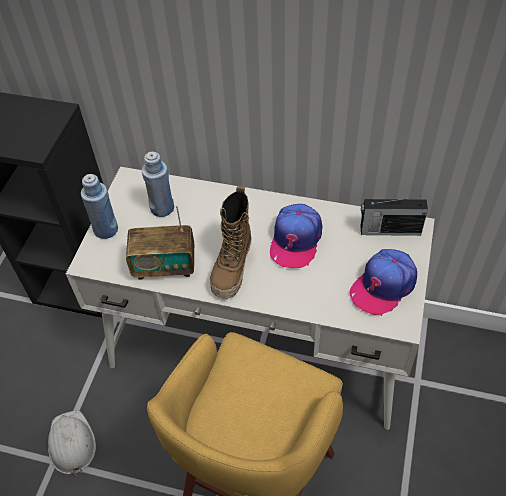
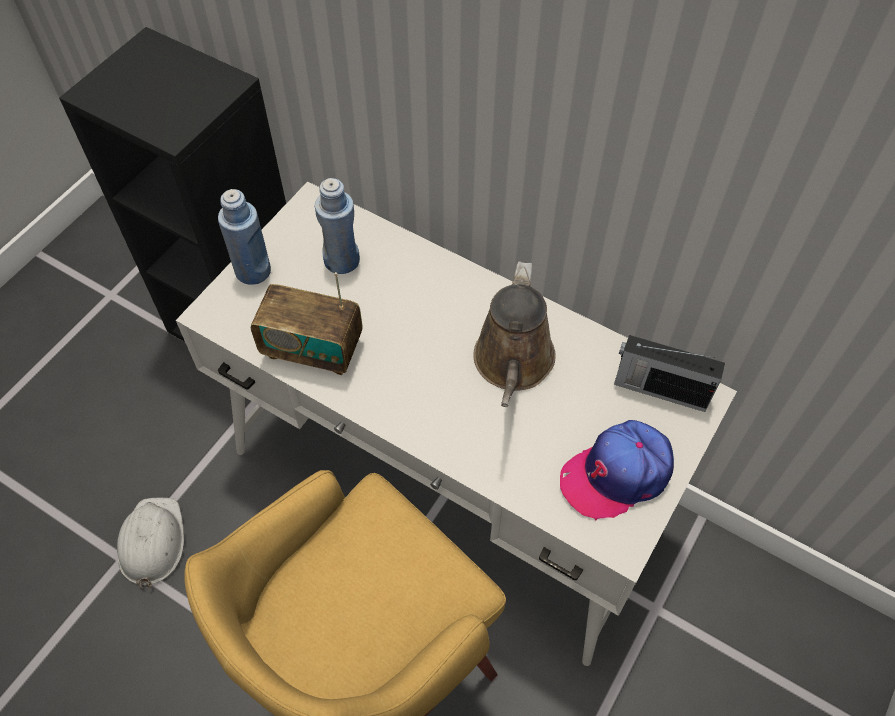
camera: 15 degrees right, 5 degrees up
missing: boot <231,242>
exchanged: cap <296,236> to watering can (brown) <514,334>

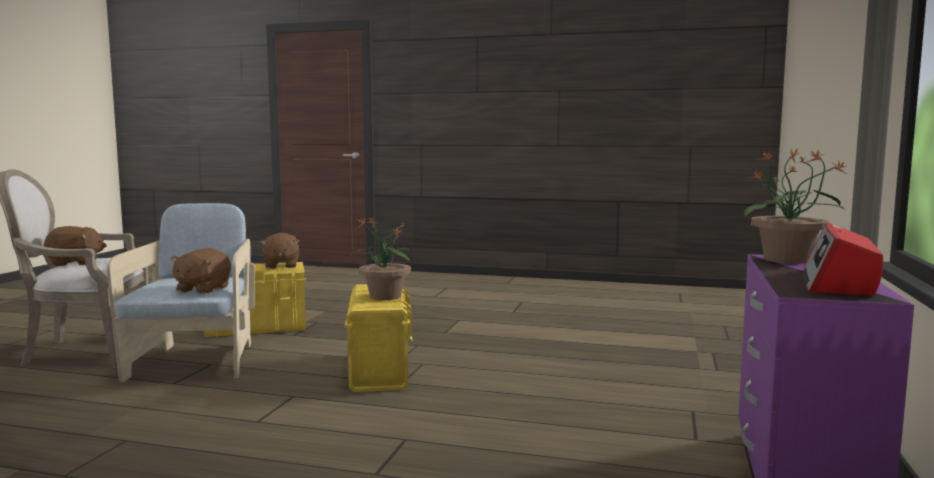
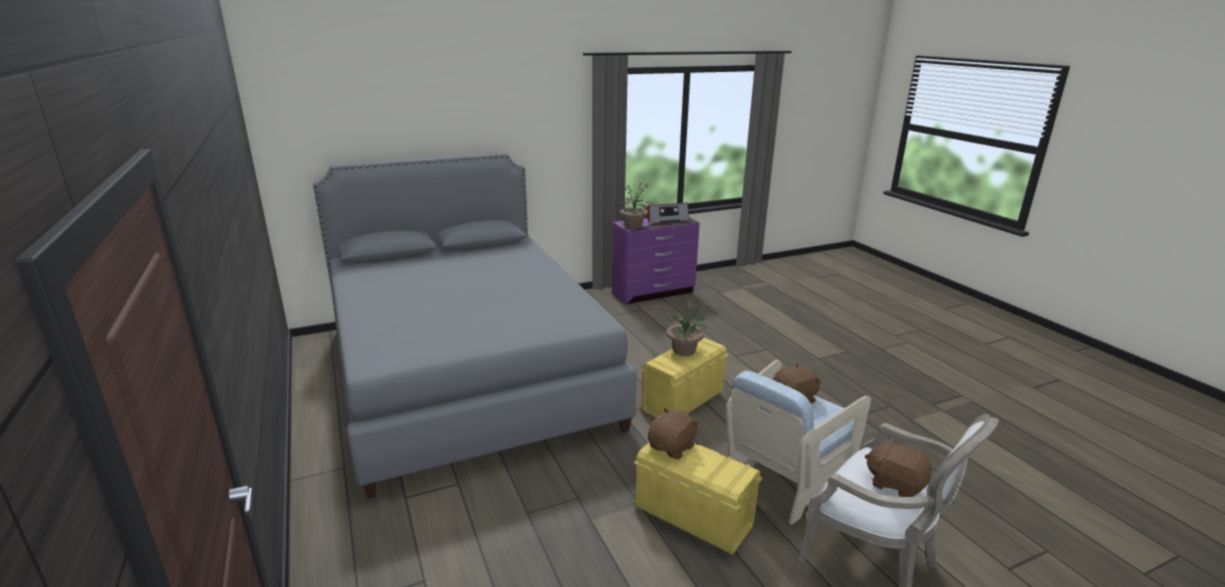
camera: 130 degrees left, 15 degrees up
appeared: bed (grey) <475,325>

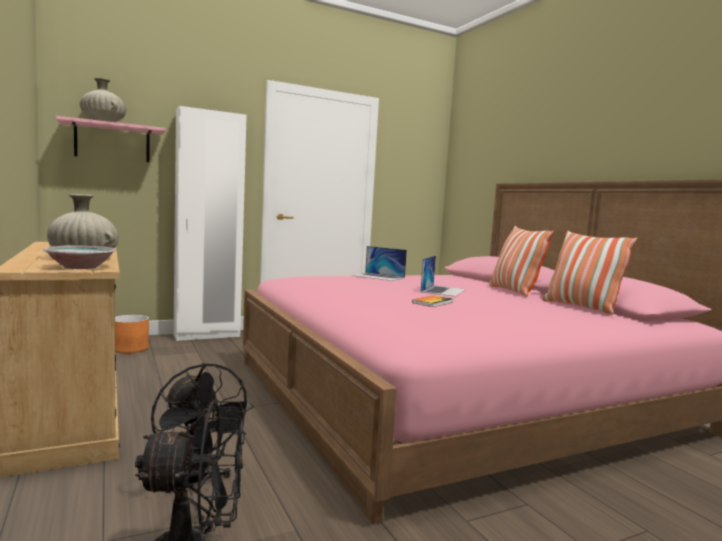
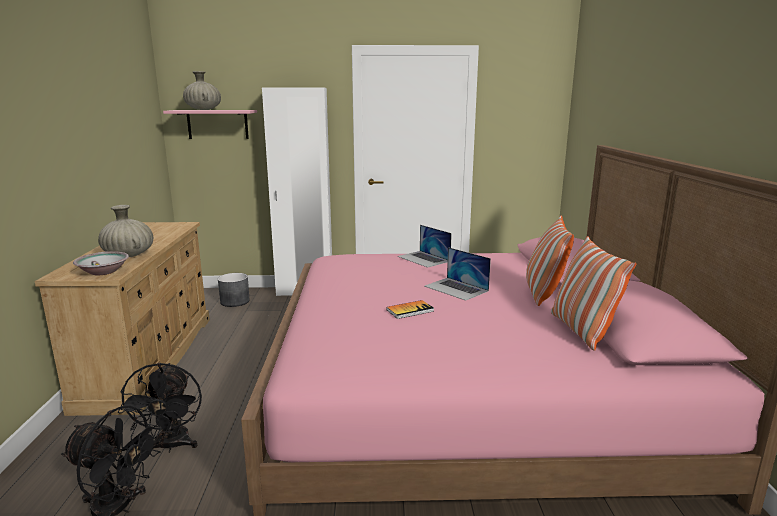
camera: 25 degrees right, 10 degrees up
colour: planter (orange) <132,334> to planter (grey) <234,290>
spun: laptop <443,276> = <457,274> 90 degrees clockwise

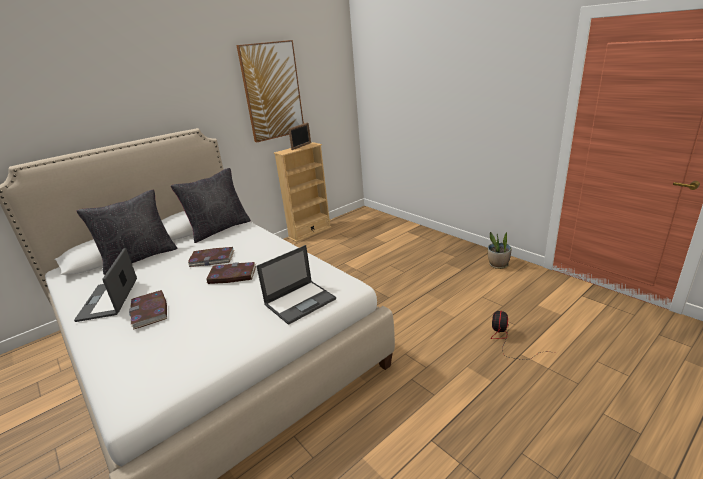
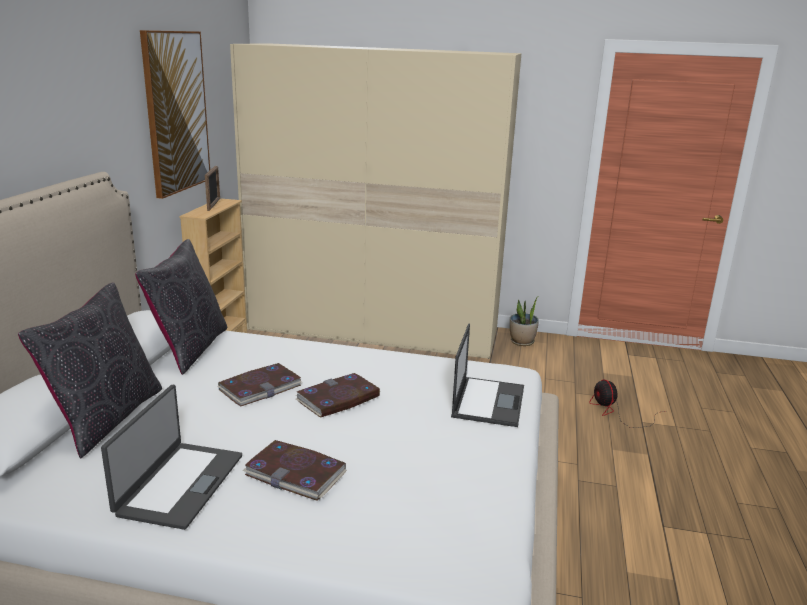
camera: 40 degrees left, 5 degrees down
appeared: wardrobe (beige) <376,201>
spun: laptop <105,285> = <171,457> 120 degrees counterclockwise

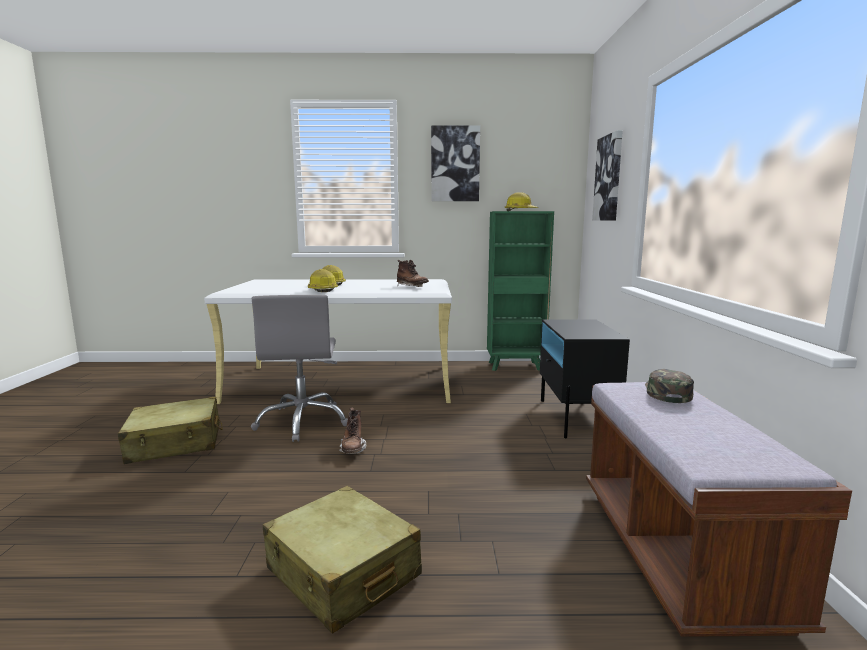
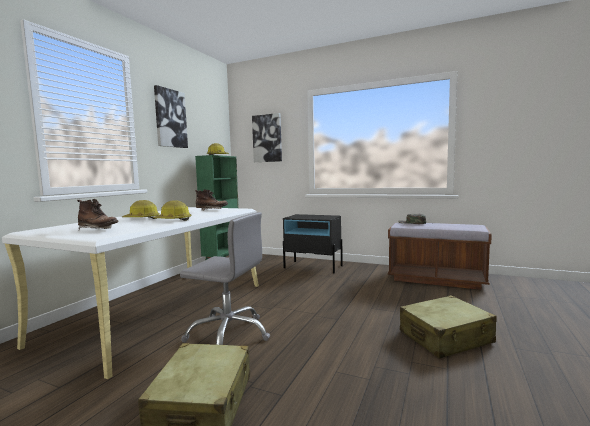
camera: 65 degrees left, 5 degrees down
relocated: boot (brown) <352,430> to <98,215>

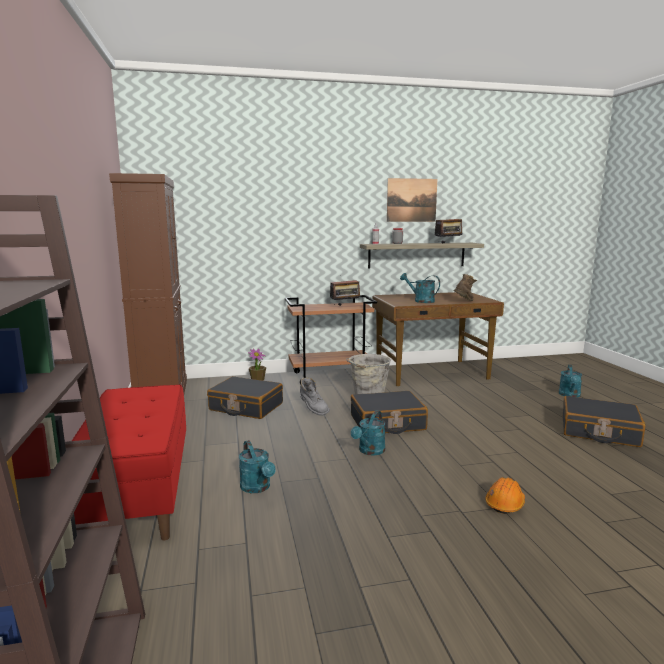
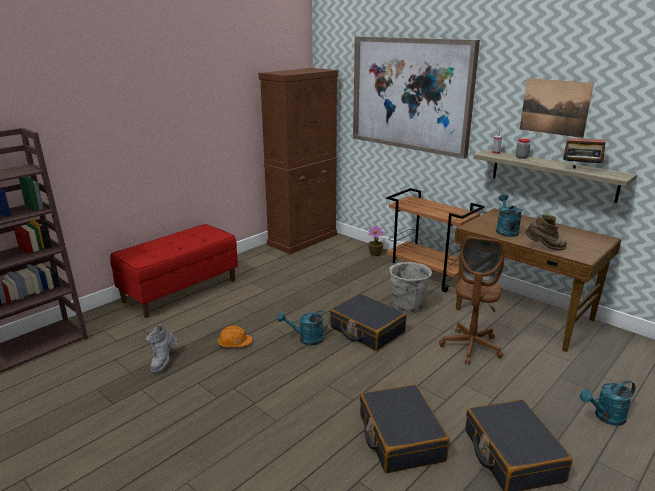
camera: 55 degrees right, 10 degrees up
missing: radio <346,293>; watering can (turquoise) <257,466>
appeared: picture <416,98>; office chair (brown) <471,300>
relocated: suitcase (black) <245,397> to <405,429>; boot (grey) <315,396> to <162,348>; hard hat (orange) <505,495> to <235,336>

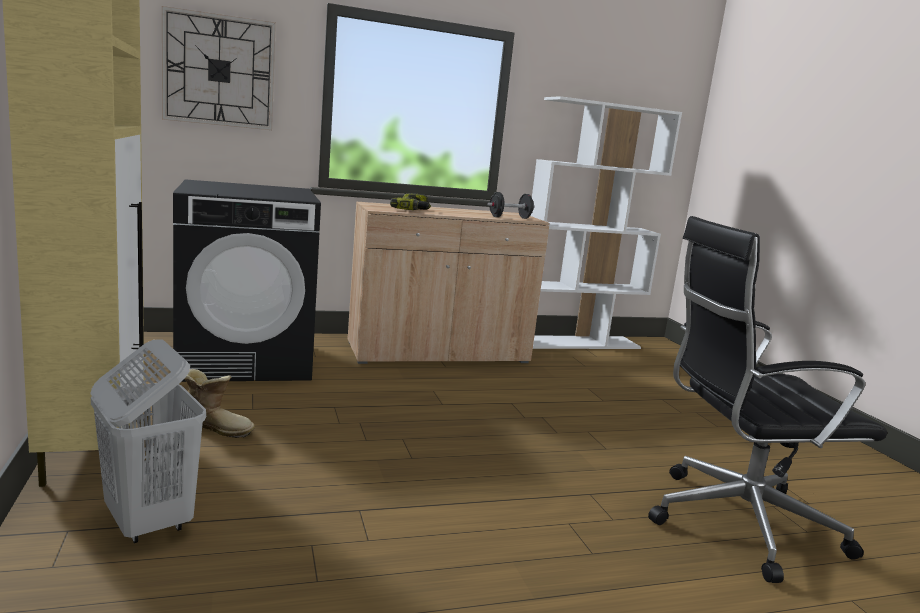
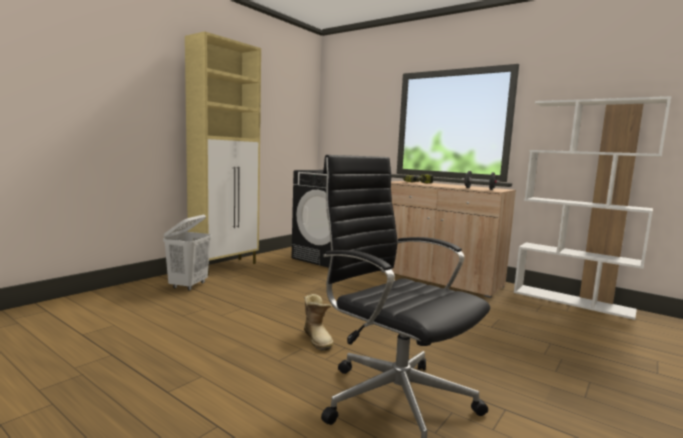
camera: 55 degrees right, 5 degrees down
missing: wall clock <219,68>
relocated: boot <219,403> to <319,322>

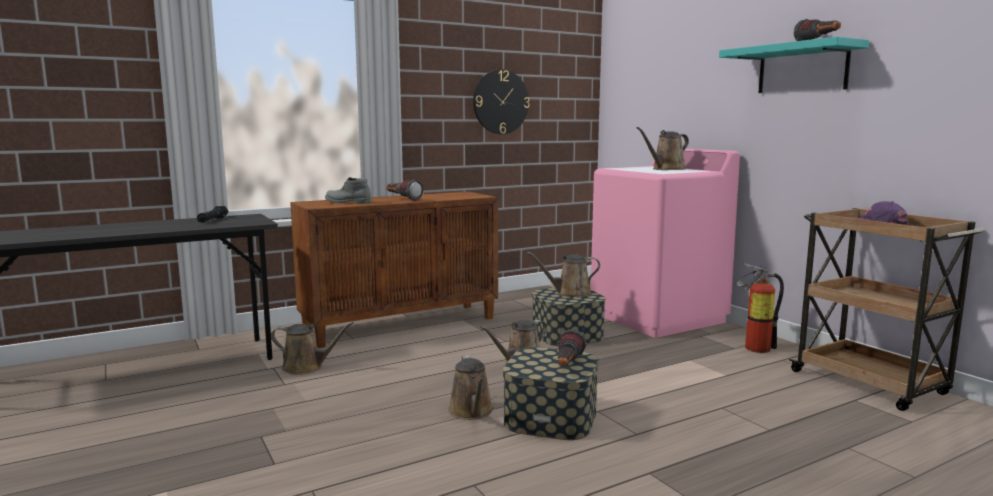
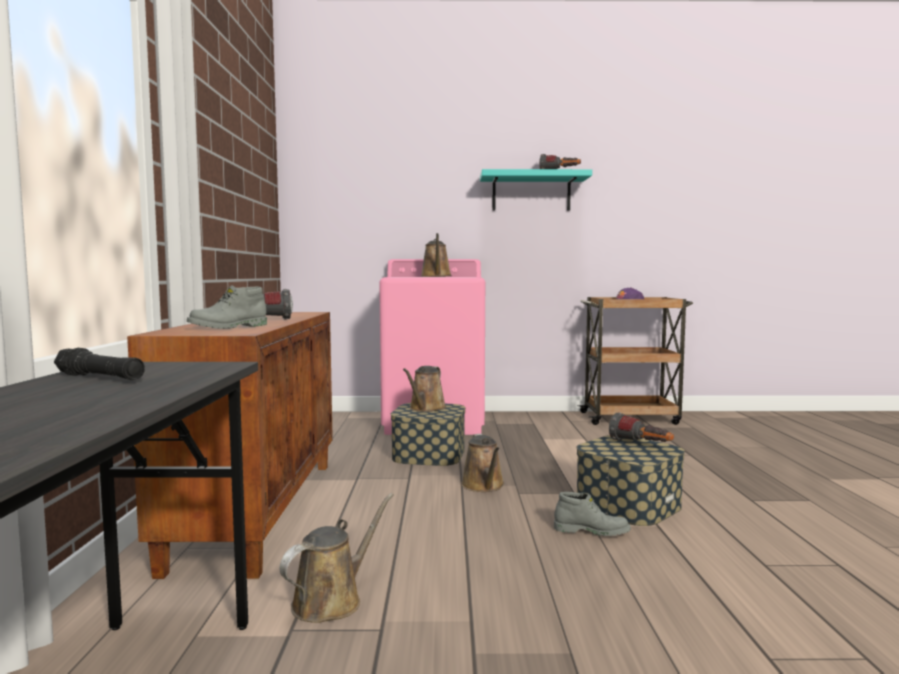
camera: 60 degrees left, 5 degrees down
missing: wall clock <501,101>; fire extinguisher <760,308>
exchanged: watering can (brown) <471,387> to boot (grey) <592,514>

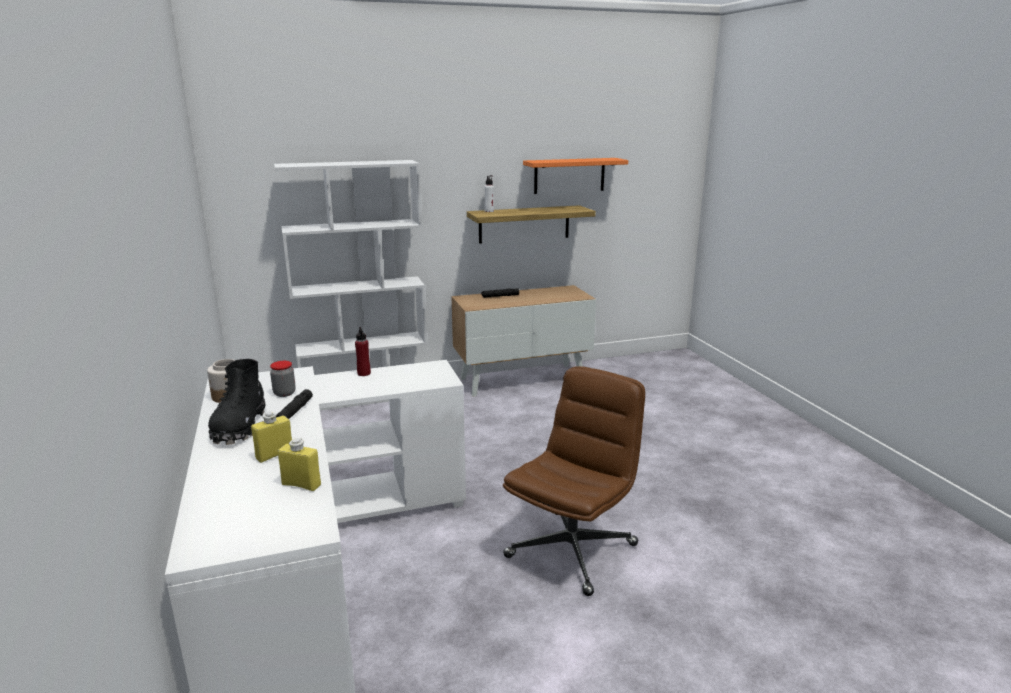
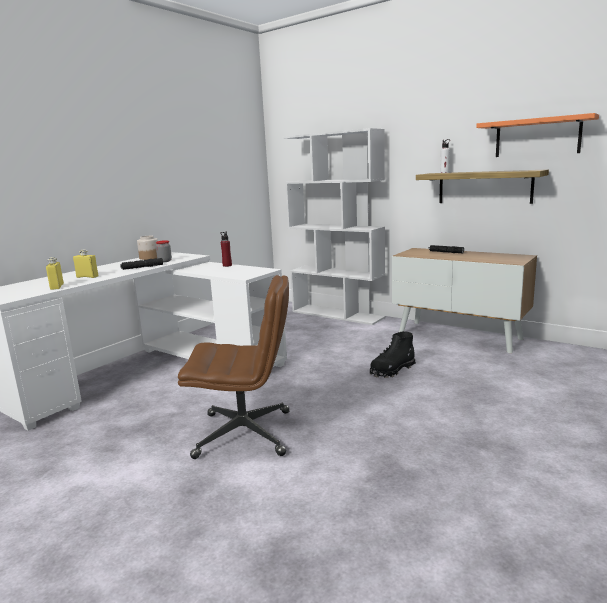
camera: 55 degrees right, 5 degrees down
relocated: boot (black) <236,402> to <393,354>

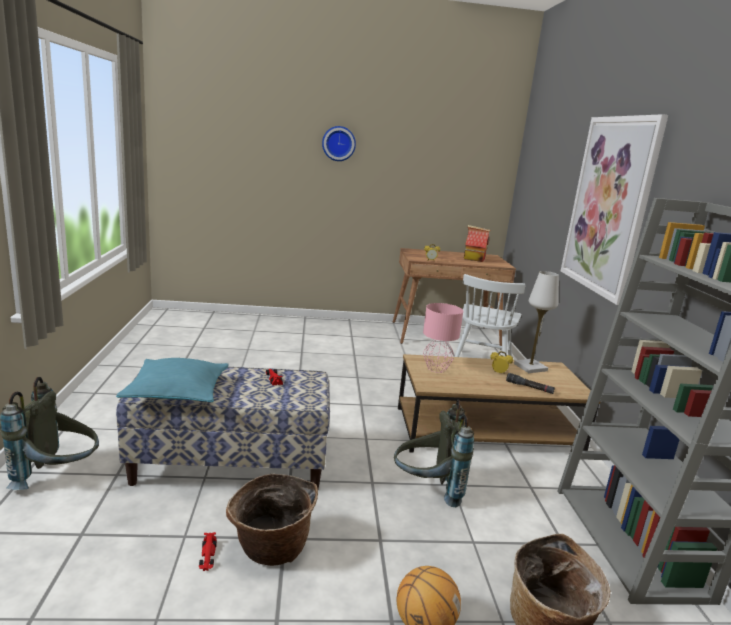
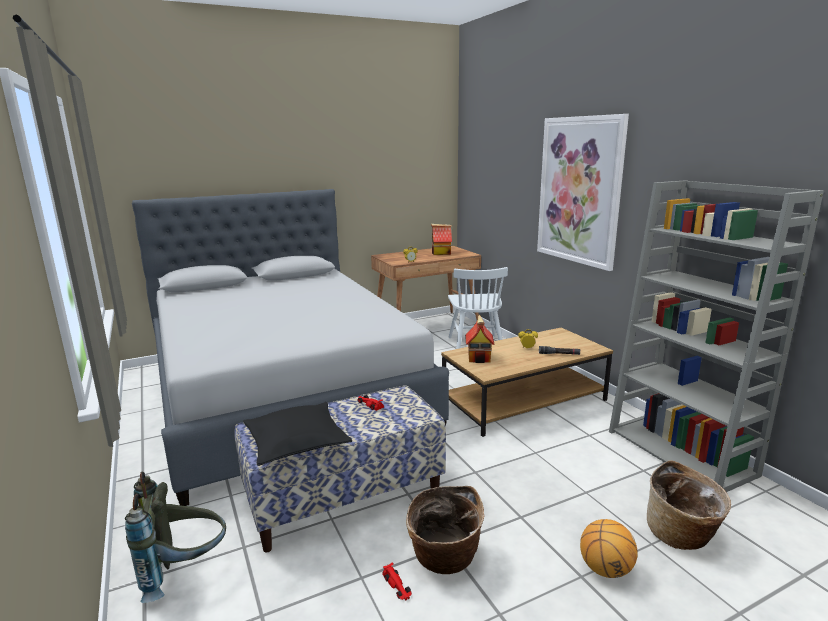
camera: 20 degrees left, 0 degrees up
missing: wall clock <339,143>; table lamp (white) <536,322>; backpack (grey) <434,453>
appeared: bed (grey) <290,347>
exchanged: table lamp (pink) <443,338> to toy house <480,339>
colour: pillow (turquoise) <172,380> to pillow (black) <297,434>

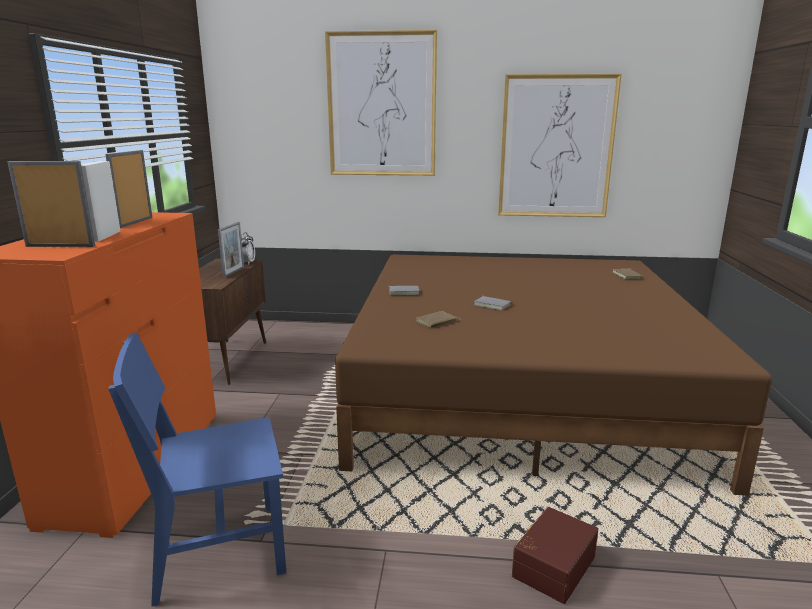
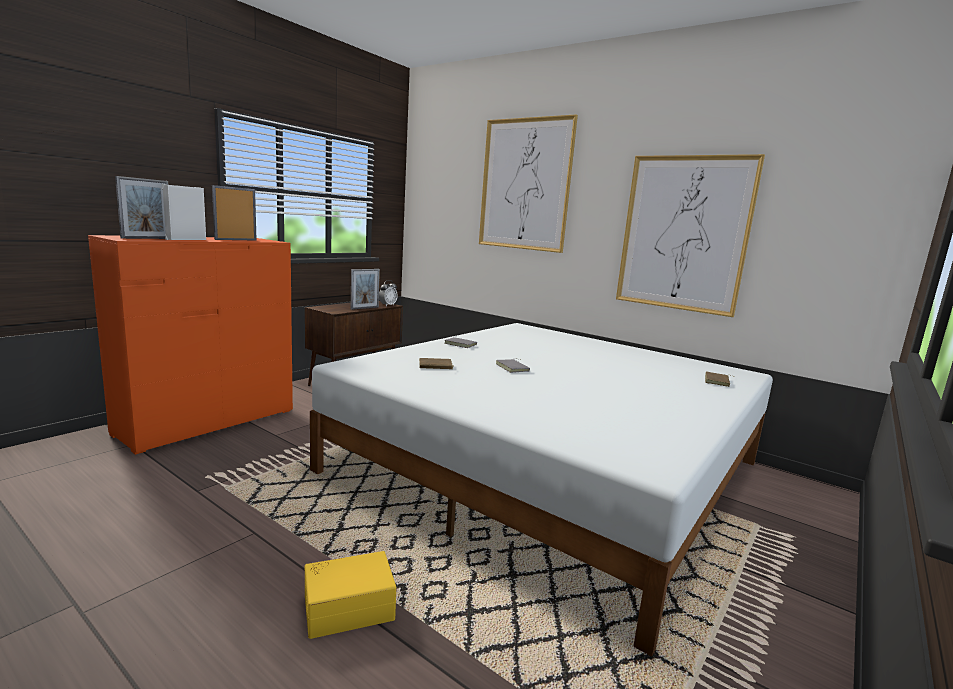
camera: 30 degrees right, 5 degrees down
missing: chair (blue) <197,469>
colour: bed (brown) <553,375> to bed (white) <541,490>; storage box (brown) <555,555> to storage box (yellow) <351,595>
spun: picture frame <51,204> = <141,207> 90 degrees clockwise

